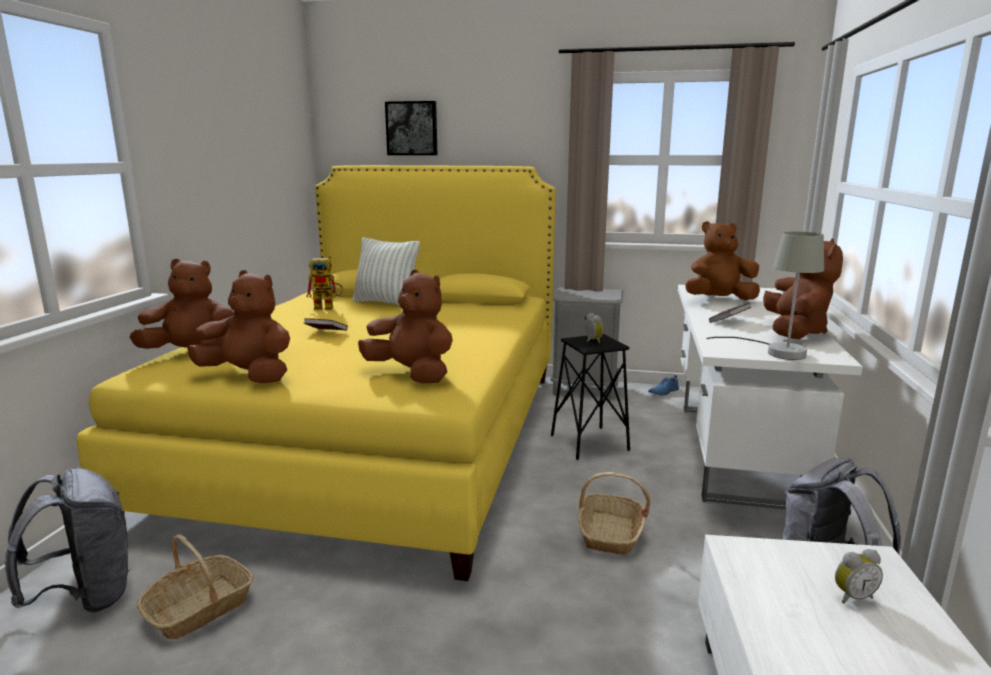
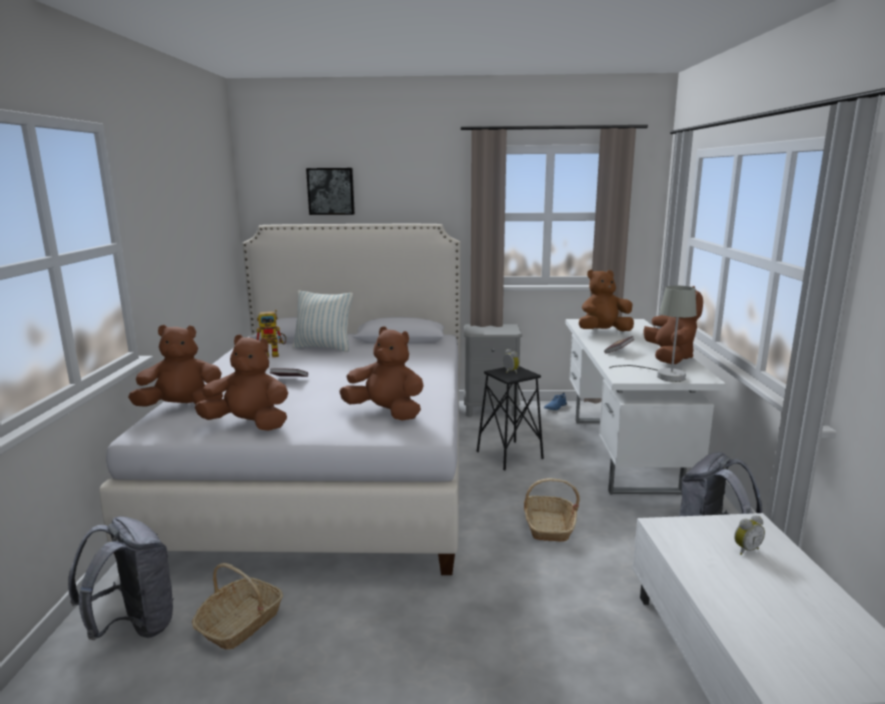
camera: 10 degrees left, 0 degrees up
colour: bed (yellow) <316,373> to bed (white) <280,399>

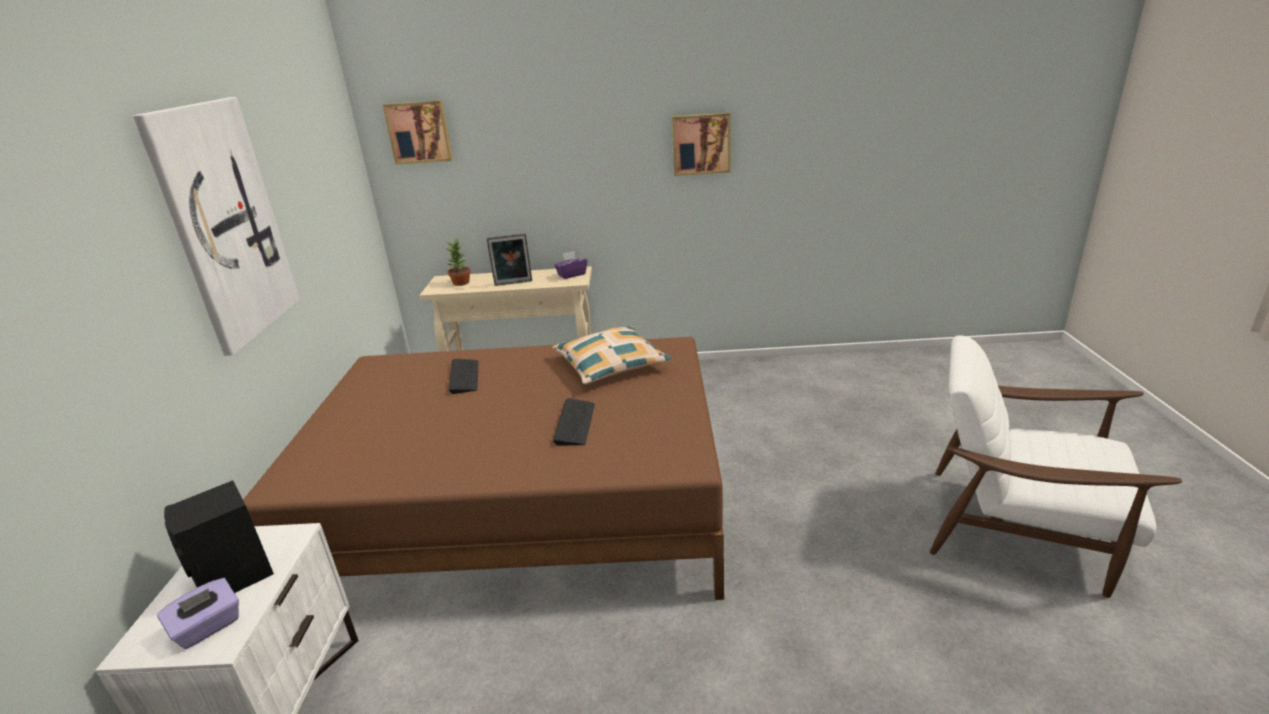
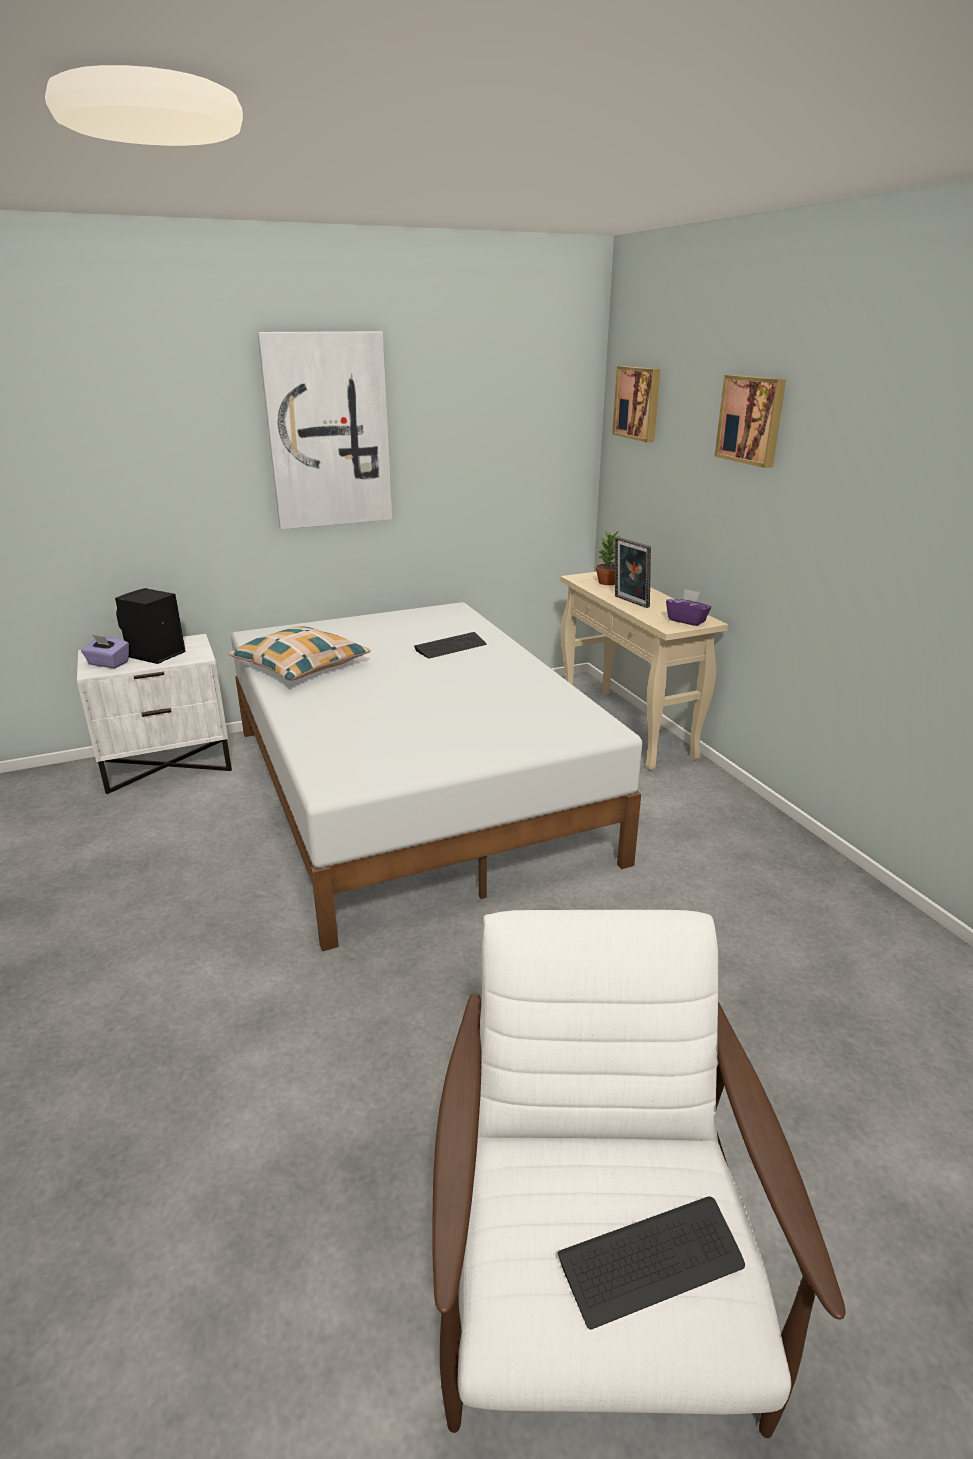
camera: 65 degrees right, 0 degrees up
relocated: picture <701,144> to <750,421>; pillow <612,355> to <299,653>; keyboard <574,422> to <651,1262>
colour: bed (brown) <483,468> to bed (white) <436,776>

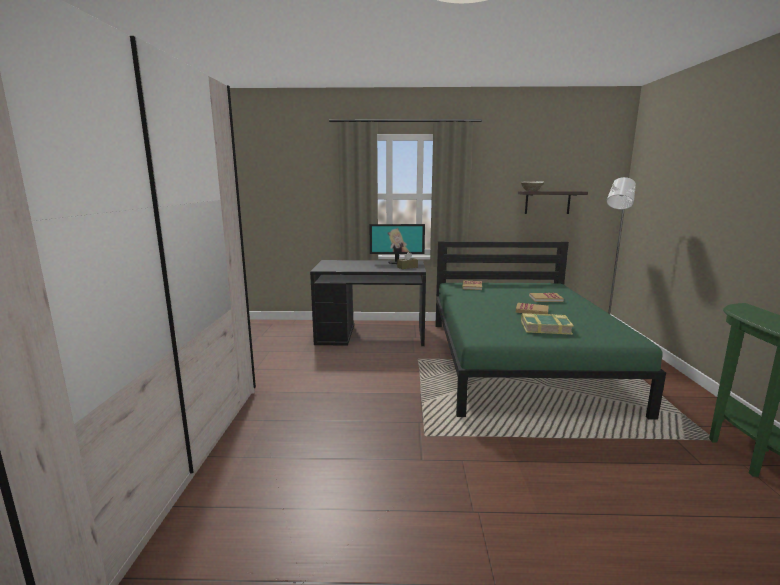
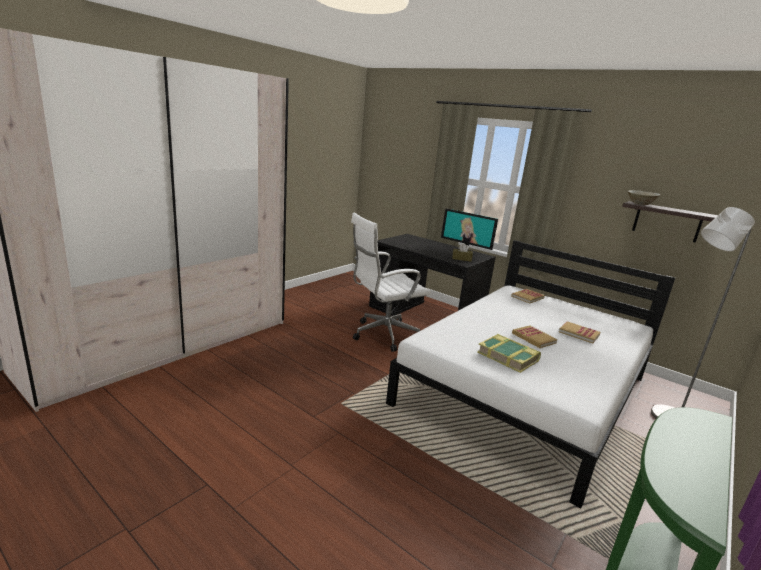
camera: 35 degrees right, 5 degrees up
appeared: office chair (white) <391,282>
colour: bed (green) <550,330> to bed (white) <530,374>

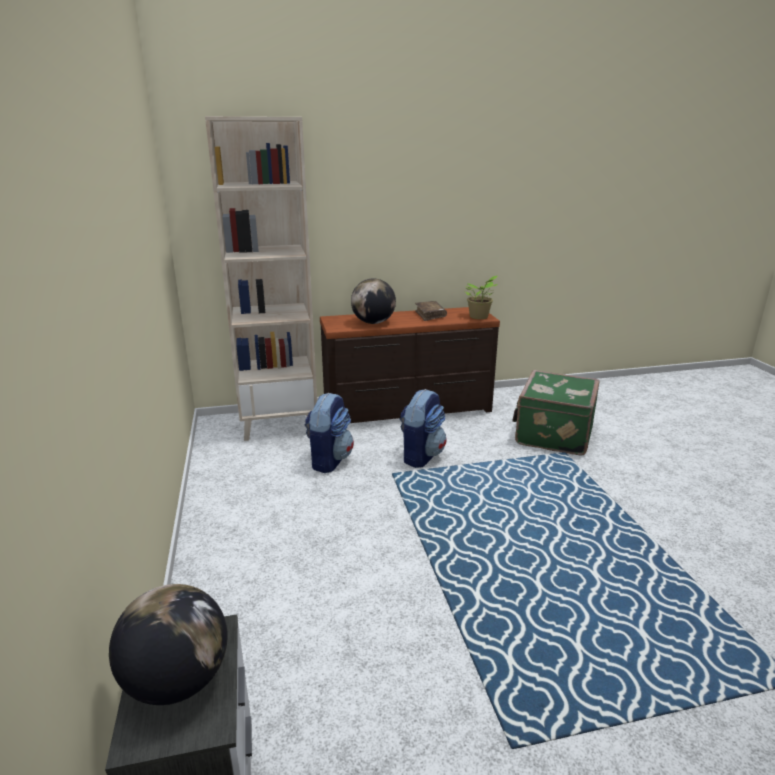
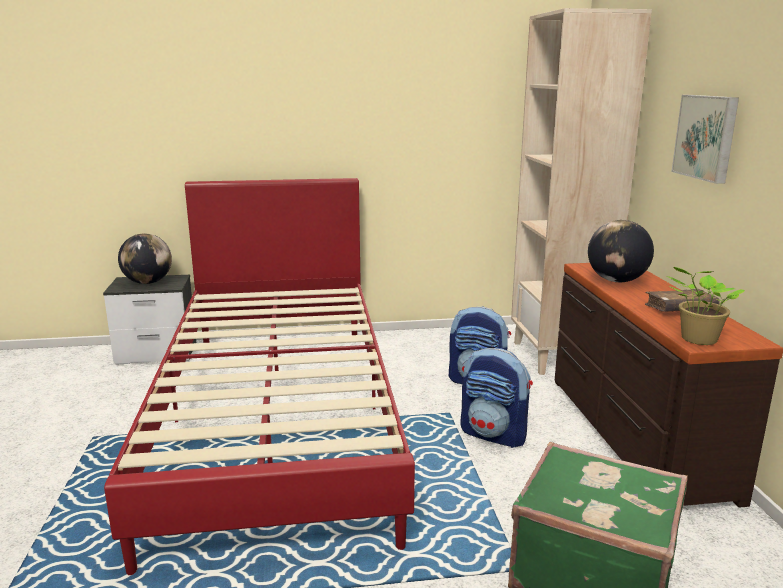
camera: 95 degrees right, 5 degrees down
appeared: picture <705,139>; bed (red) <259,376>

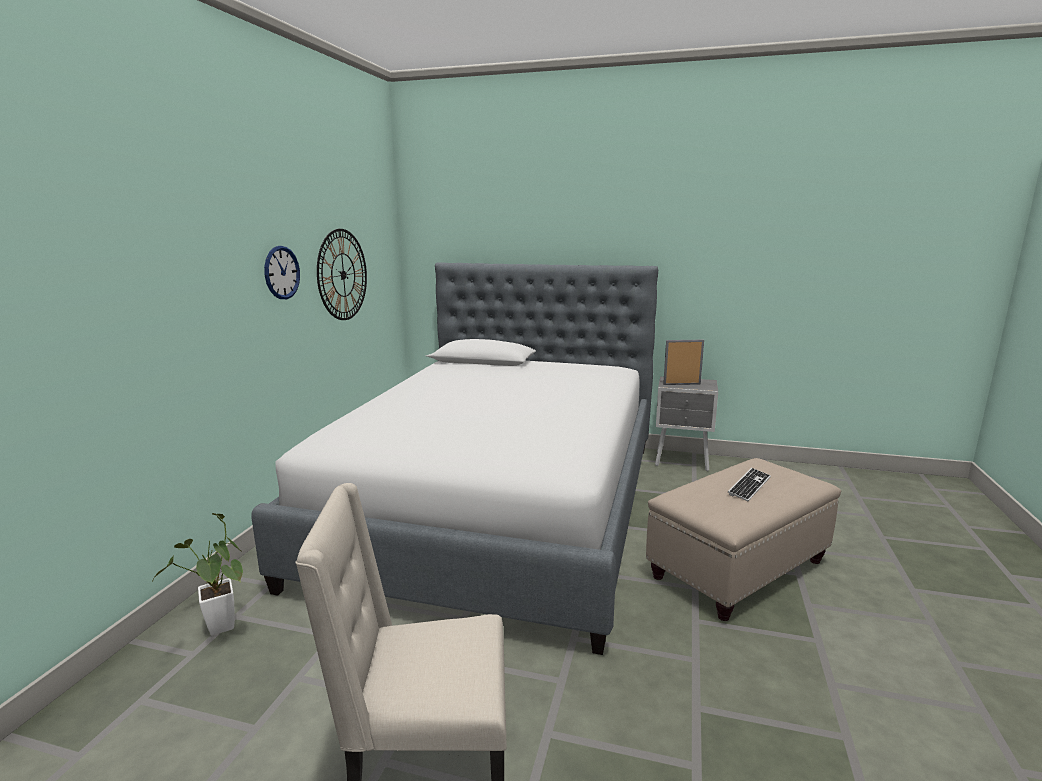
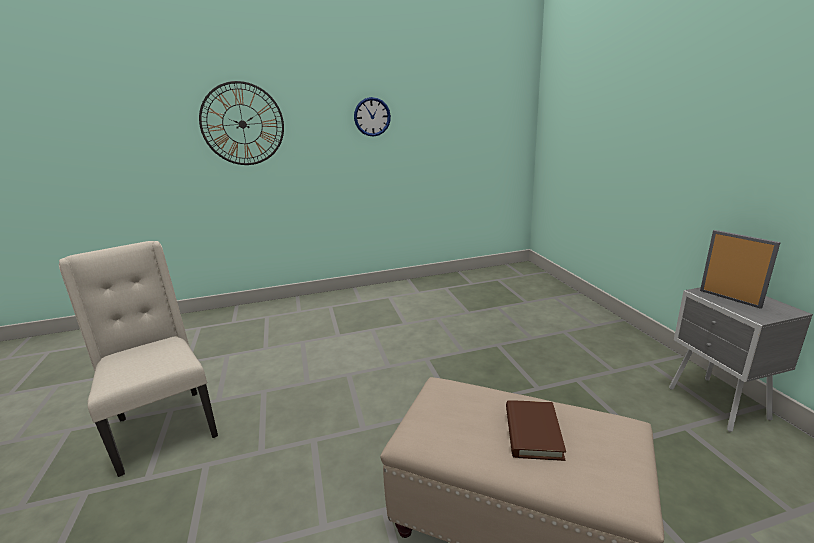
camera: 60 degrees right, 5 degrees up
missing: bed <454,458>; potted plant <197,574>
relocated: wall clock <342,274> to <241,123>
exchanged: keyboard <749,484> to book (brown) <536,430>

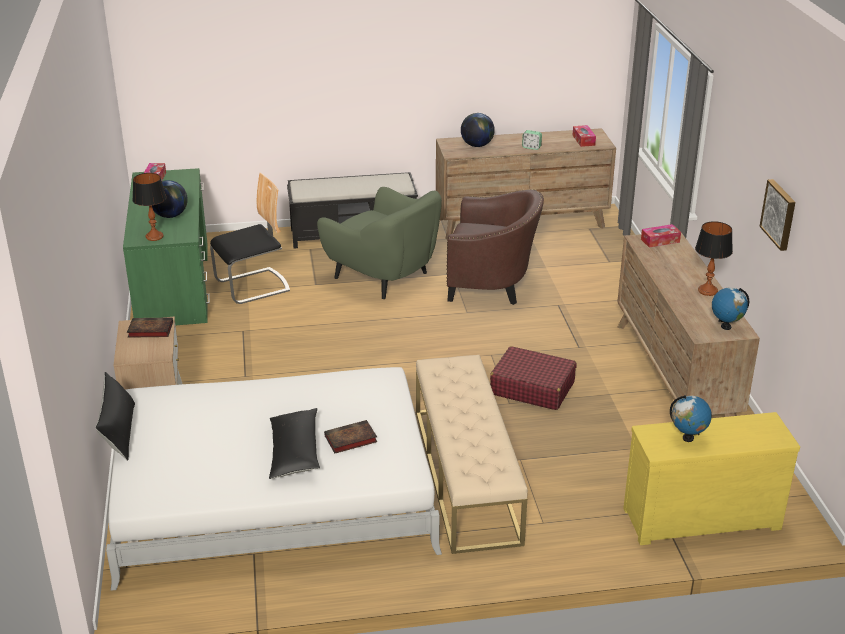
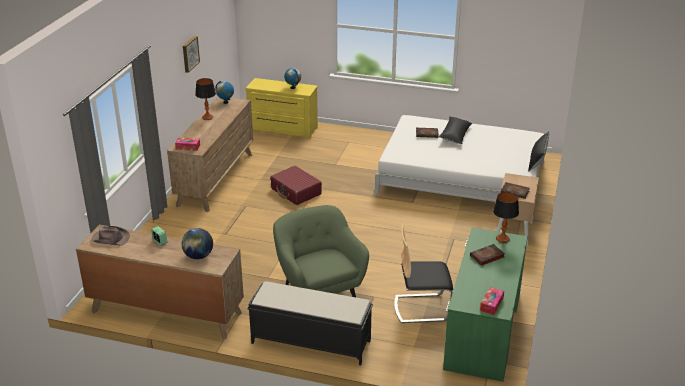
camera: 155 degrees left, 0 degrees up
missing: armchair (brown) <495,247>; bench (beige) <472,454>
exchanged: tissue box <584,136> to hat (brown) <110,236>; globe <170,199> to book <487,255>

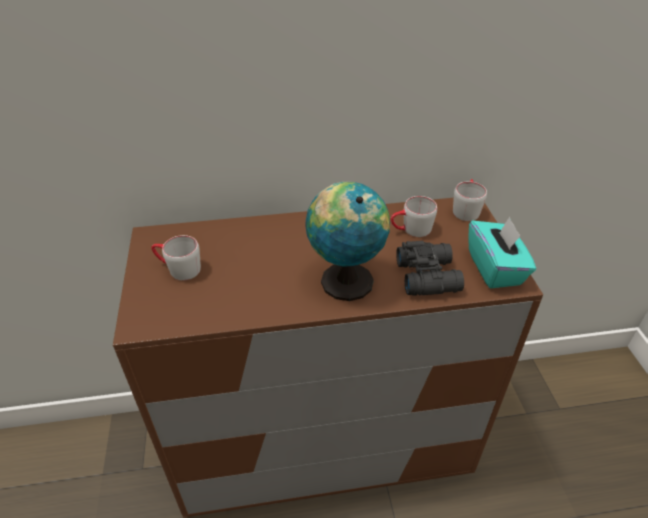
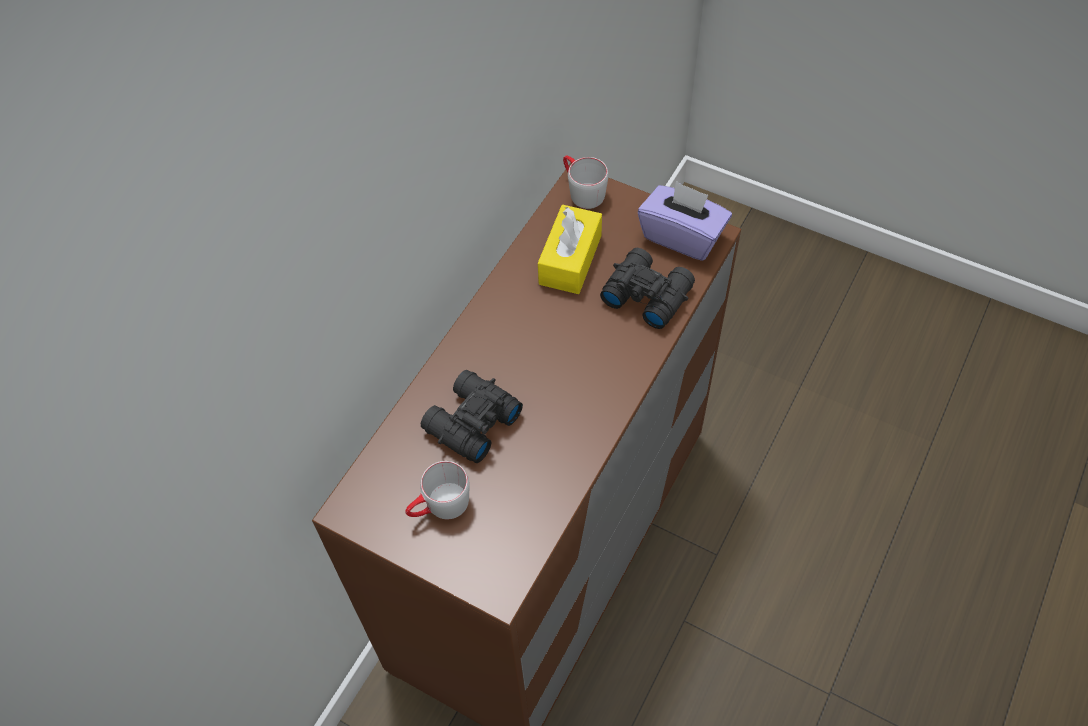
camera: 50 degrees left, 15 degrees up
missing: globe <347,241>
appeared: binoculars (black) <472,416>
exchanged: mug (grey) <413,216> to tissue box (yellow) <570,249>
colour: tissue box (turquoise) <502,253> to tissue box (purple) <685,221>

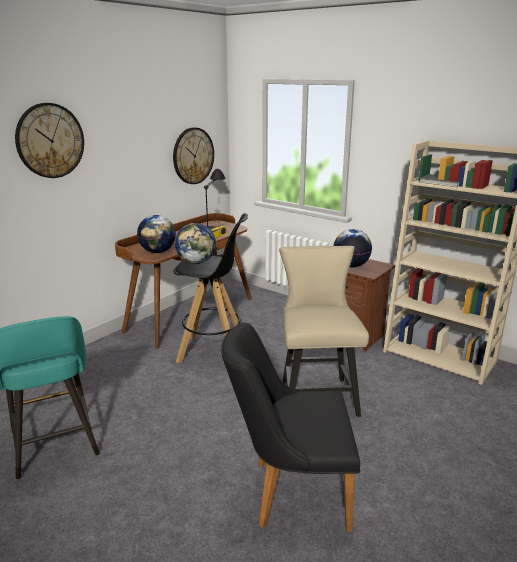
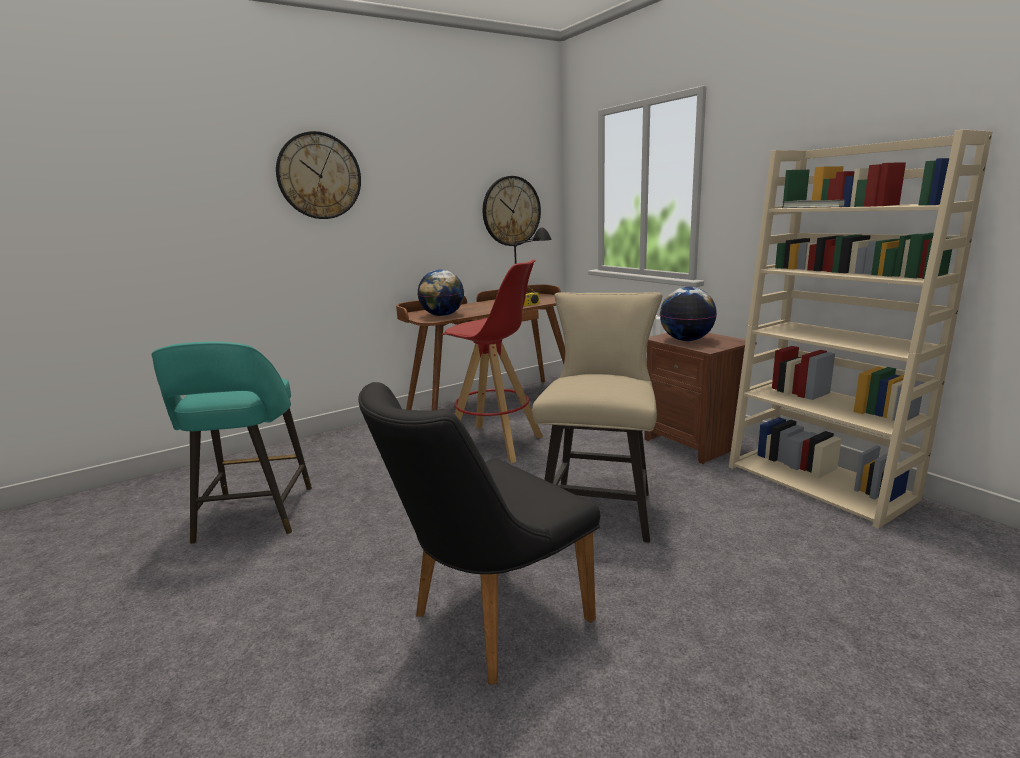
camera: 20 degrees right, 5 degrees down
missing: globe <195,243>
colour: stool (black) <211,288> to stool (red) <492,361>
spun: chair (black) <290,427> = <479,533> 60 degrees counterclockwise

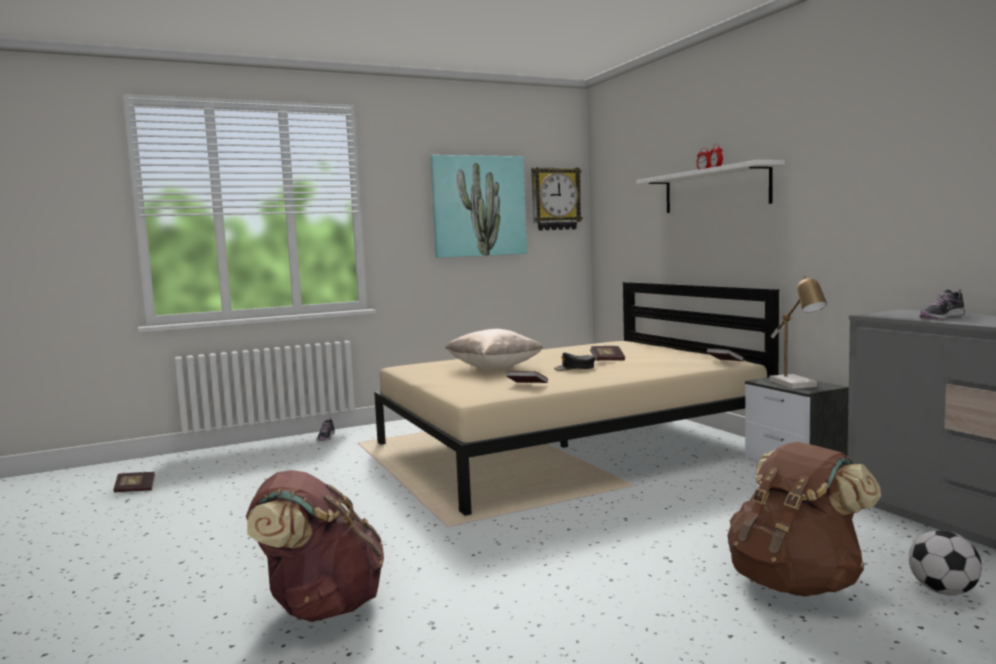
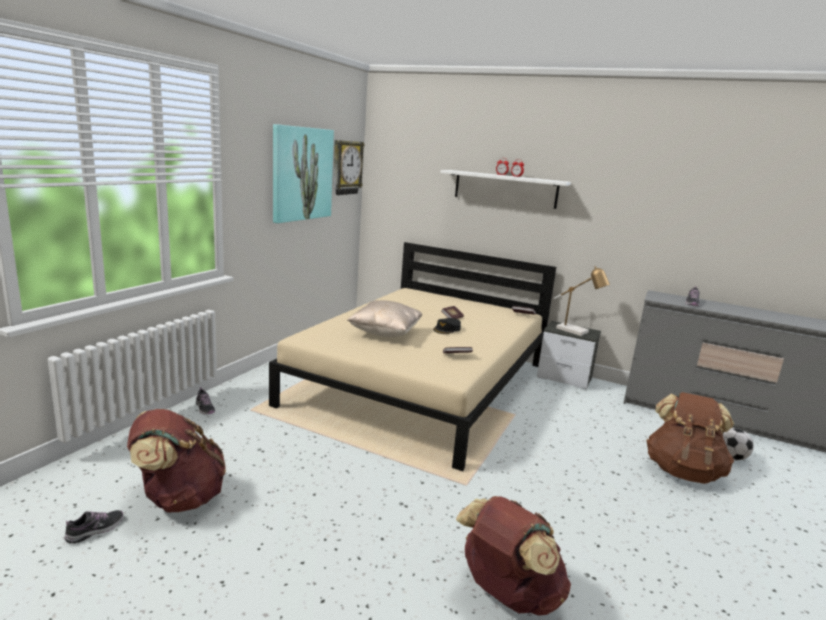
camera: 40 degrees left, 10 degrees up
appeared: backpack (brown) <176,461>
exchanged: book <134,482> to shoe <94,527>

